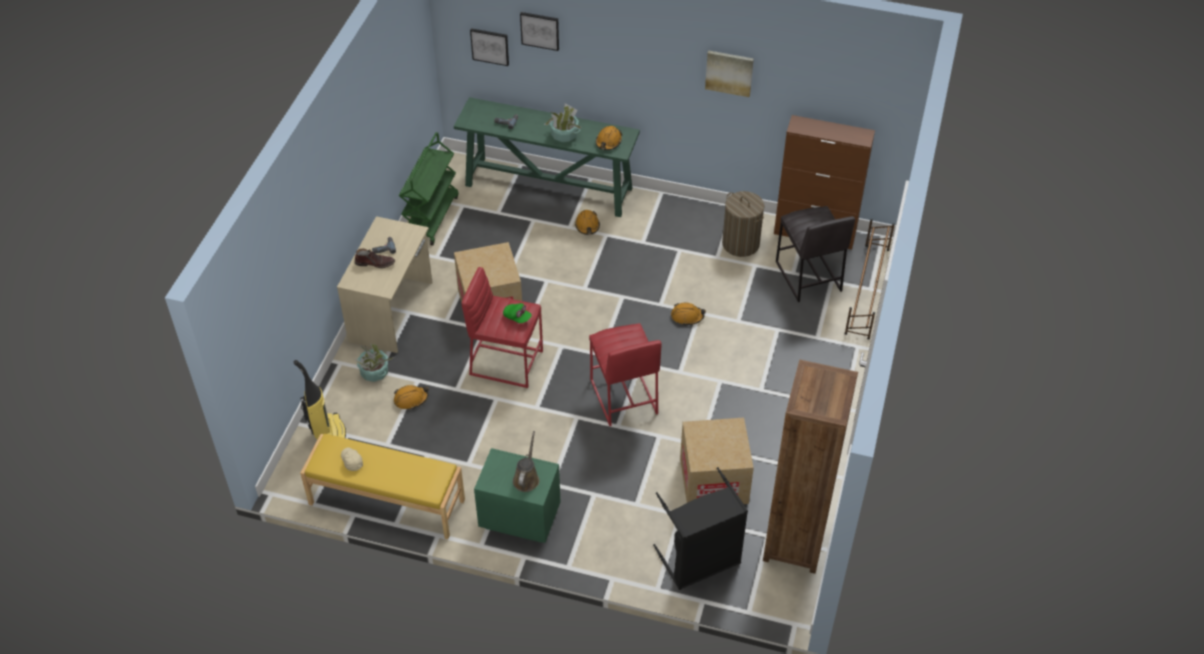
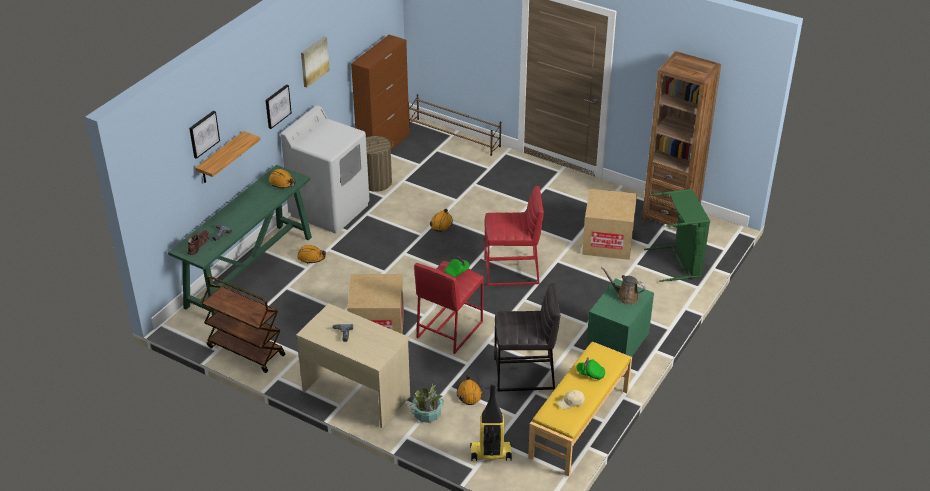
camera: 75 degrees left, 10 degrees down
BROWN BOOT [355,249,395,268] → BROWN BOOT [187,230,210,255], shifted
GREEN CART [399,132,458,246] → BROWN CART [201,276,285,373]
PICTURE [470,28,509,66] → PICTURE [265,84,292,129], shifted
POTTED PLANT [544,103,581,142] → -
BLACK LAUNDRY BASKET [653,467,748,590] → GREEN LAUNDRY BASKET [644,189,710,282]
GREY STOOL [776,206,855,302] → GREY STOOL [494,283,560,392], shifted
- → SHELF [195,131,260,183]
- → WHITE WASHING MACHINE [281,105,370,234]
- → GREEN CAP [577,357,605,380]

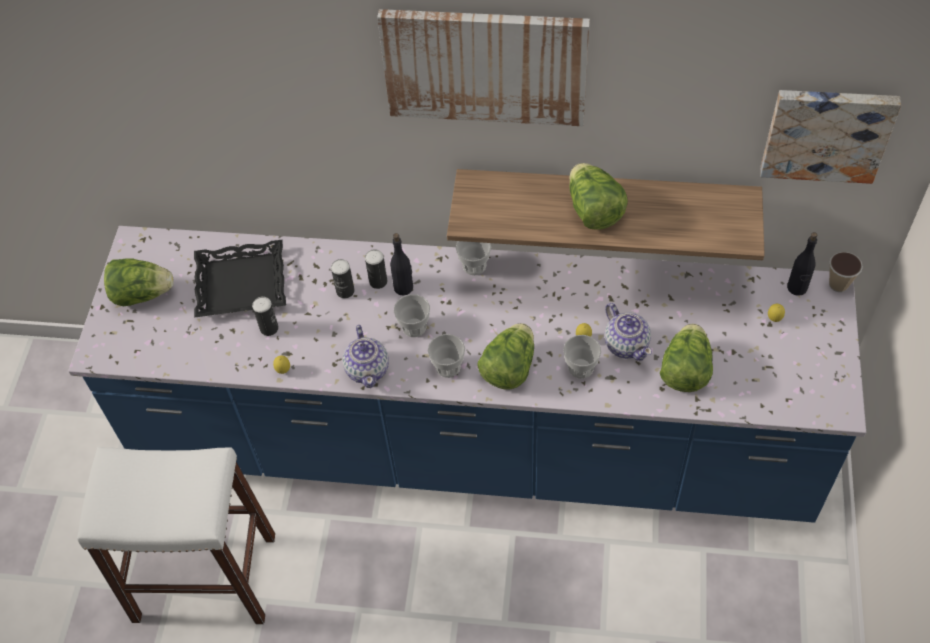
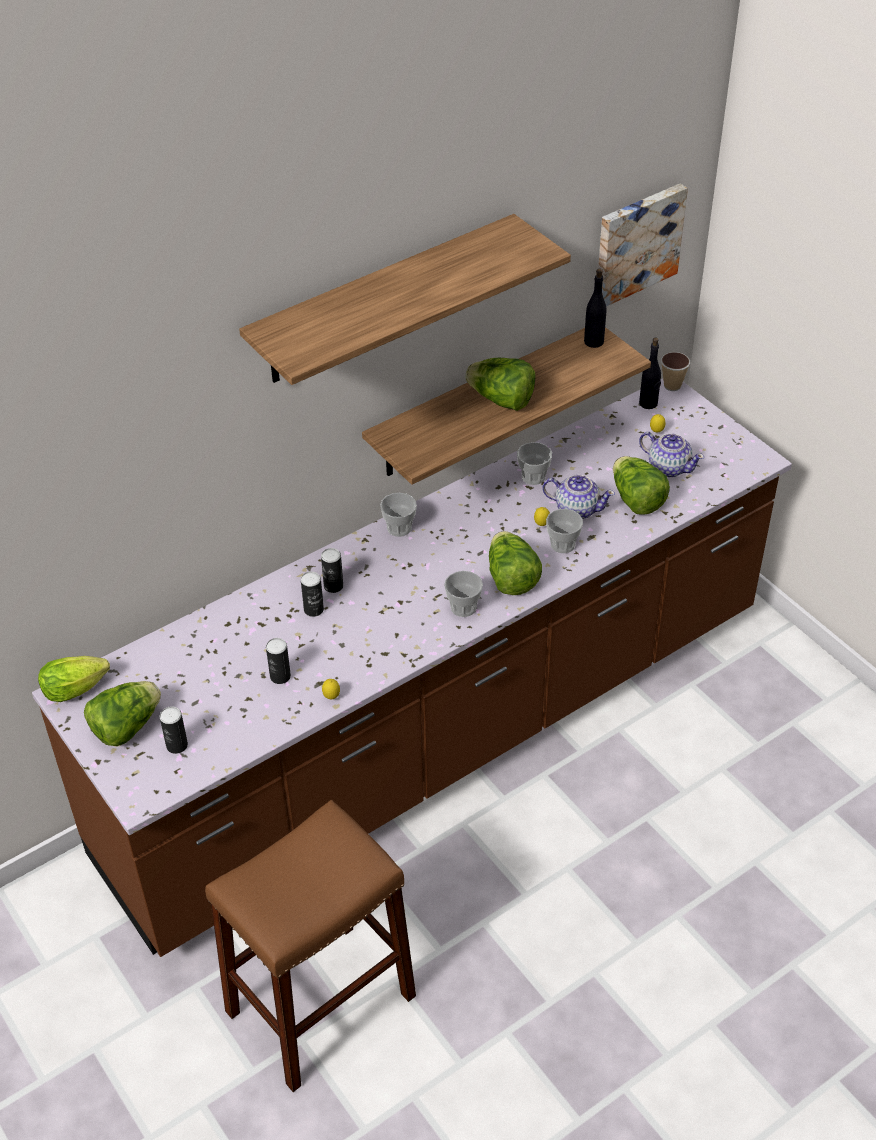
camera: 45 degrees left, 10 degrees down
BLUE COUNTER [68,226,866,523] → BROWN COUNTER [32,378,792,957]
WHITE STOOL [77,447,275,624] → BROWN STOOL [205,800,416,1092]
BLACK TRAY [194,240,286,318] → -
TEAPOT [343,325,389,388] → TEAPOT [639,432,704,477], shifted
PICTURE [377,9,590,126] → SHELF [239,214,571,385]
BLACK BOTTLE [390,233,413,295] → BLACK BOTTLE [584,269,607,348], shifted
CUP [394,294,430,337] → CUP [517,442,552,485], shifted
- → LETTUCE [38,656,110,702]
- → CAN [160,706,188,754]

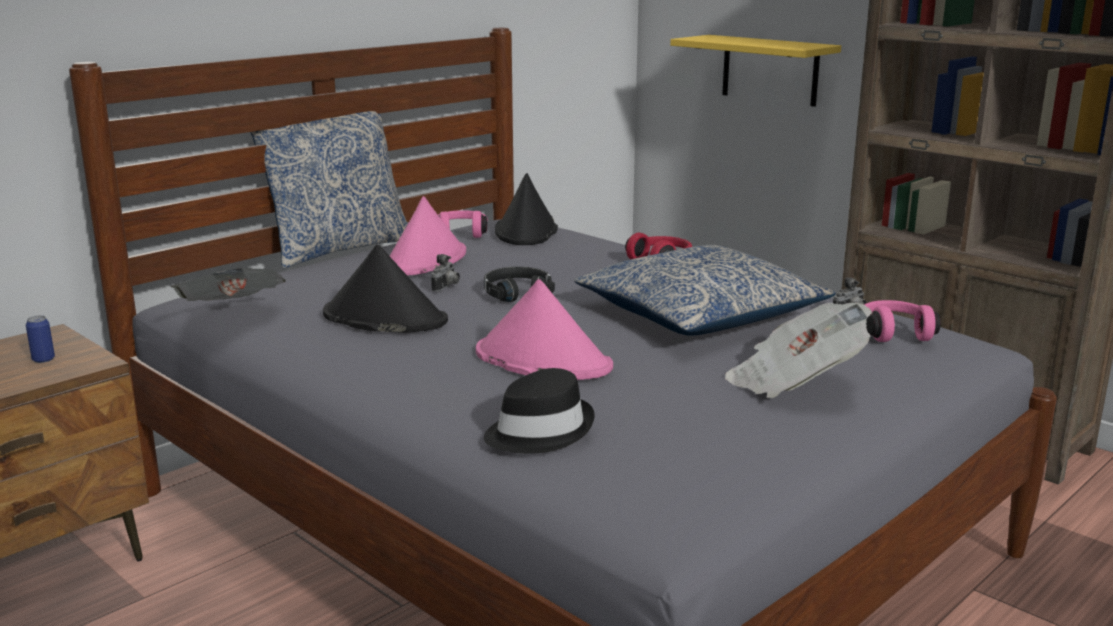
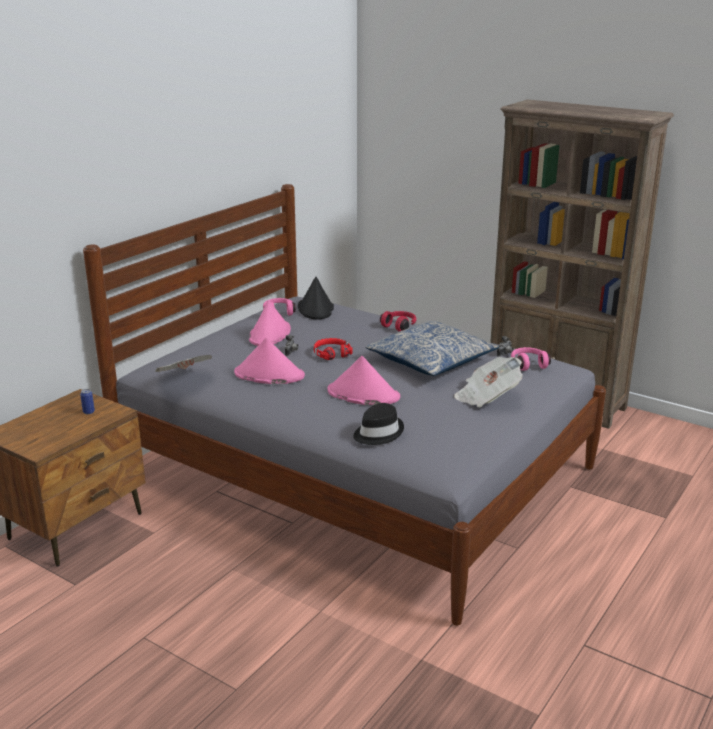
camera: 10 degrees left, 5 degrees up
PILLOW [250,111,408,269] → -
BLACK HAT [323,244,448,333] → PINK HAT [234,338,305,384]
BLACK HEADPHONES [484,267,555,302] → RED HEADPHONES [314,338,353,360]
YELLOW SHELF [670,35,841,107] → -

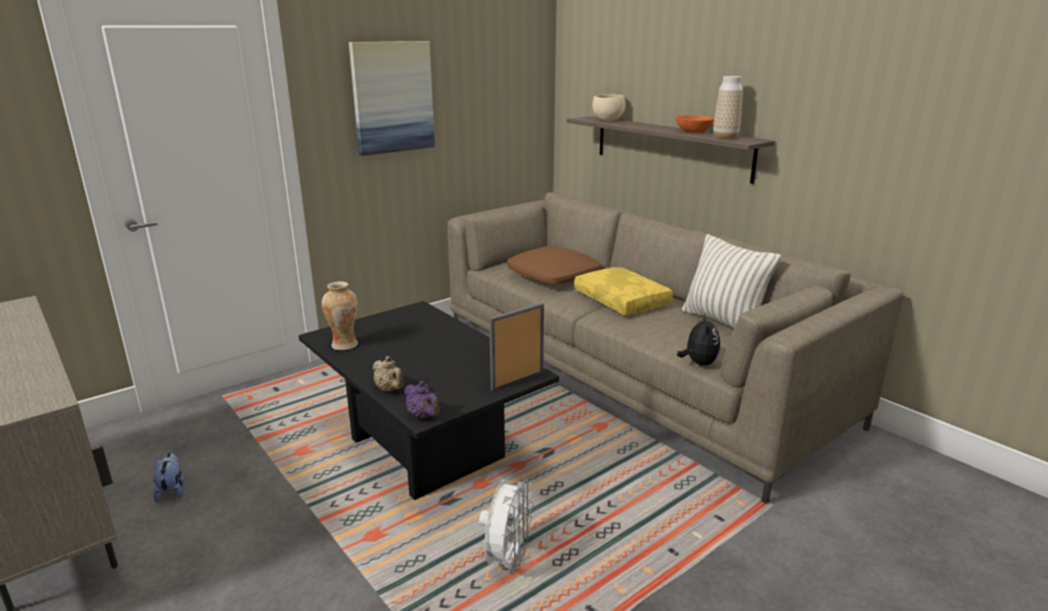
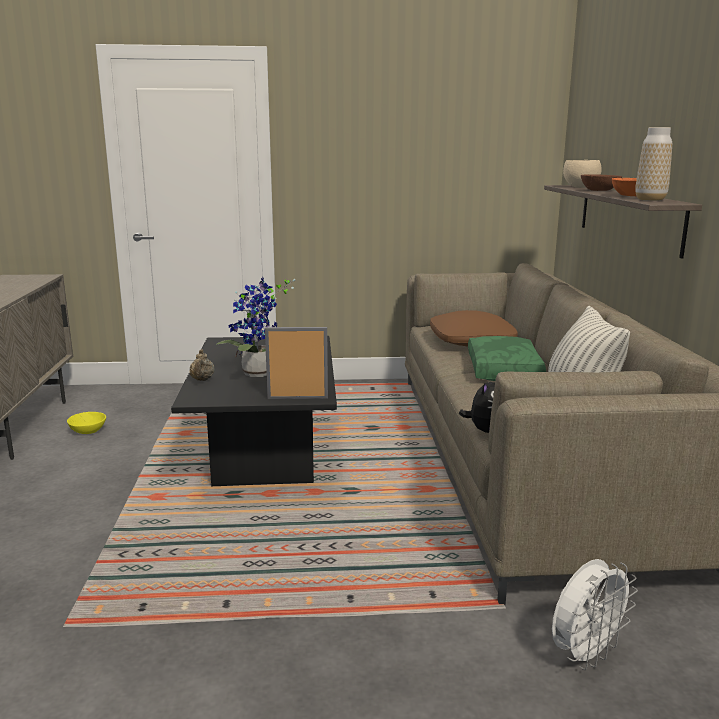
camera: 35 degrees right, 5 degrees down
PLUSH TOY [153,453,184,503] → YELLOW BOWL [67,412,106,434]
VASE [322,282,358,350] → -
PICTURE [349,41,435,156] → -
PURPLE TEAPOT [404,381,439,419] → -
WHITE FAN [479,477,534,574] → WHITE FAN [552,559,638,670], shifted
YELLOW PILLOW [574,267,673,315] → GREEN PILLOW [468,336,546,381]
- → POTTED PLANT [216,276,295,377]
- → BROWN BOWL [581,174,622,191]

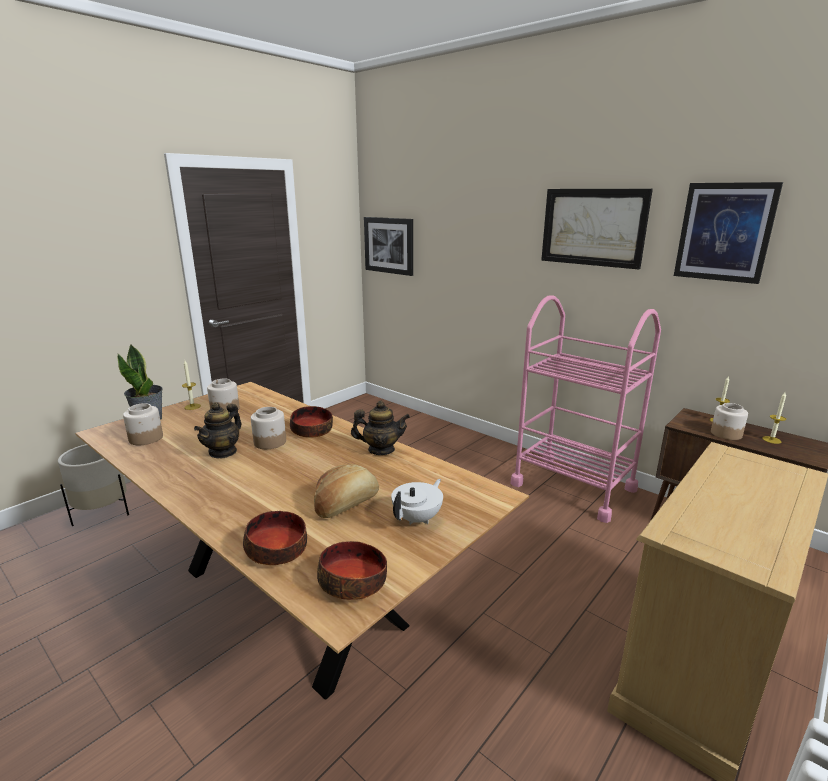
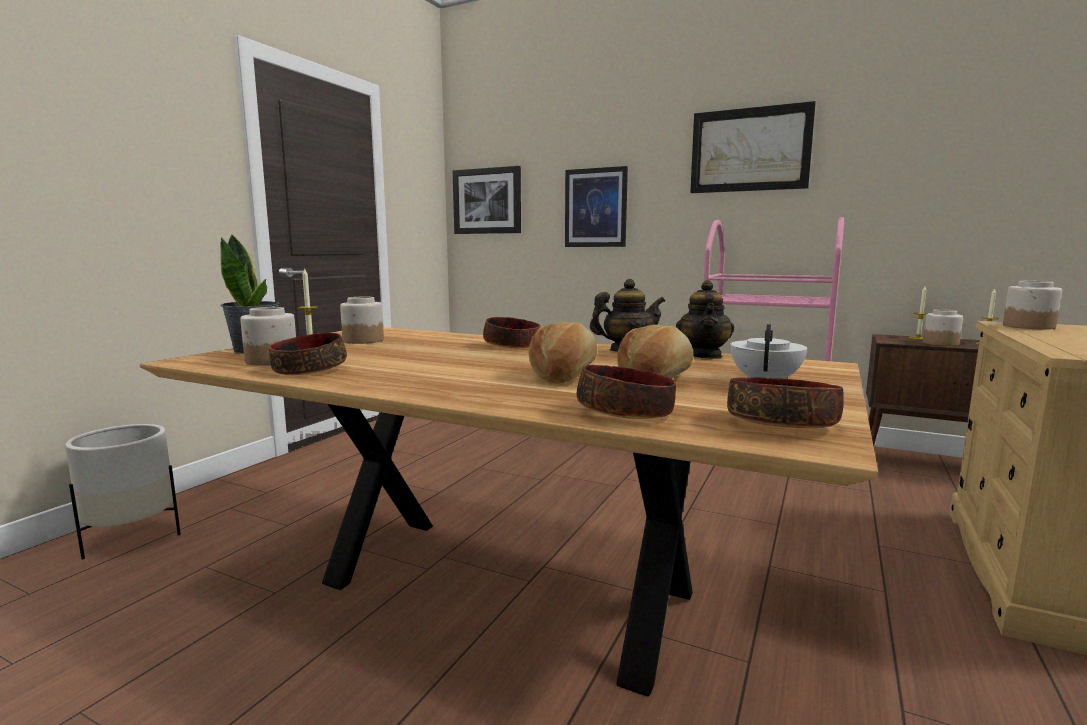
camera: 15 degrees left, 10 degrees down
TEAPOT [194,402,242,458] → TEAPOT [676,280,734,359], shifted
JAR [251,407,286,449] → JAR [1003,281,1062,330], shifted
PICTURE [674,182,783,284] → PICTURE [565,166,628,247], shifted
- → BOWL [269,333,347,375]
- → BREAD [528,322,597,384]

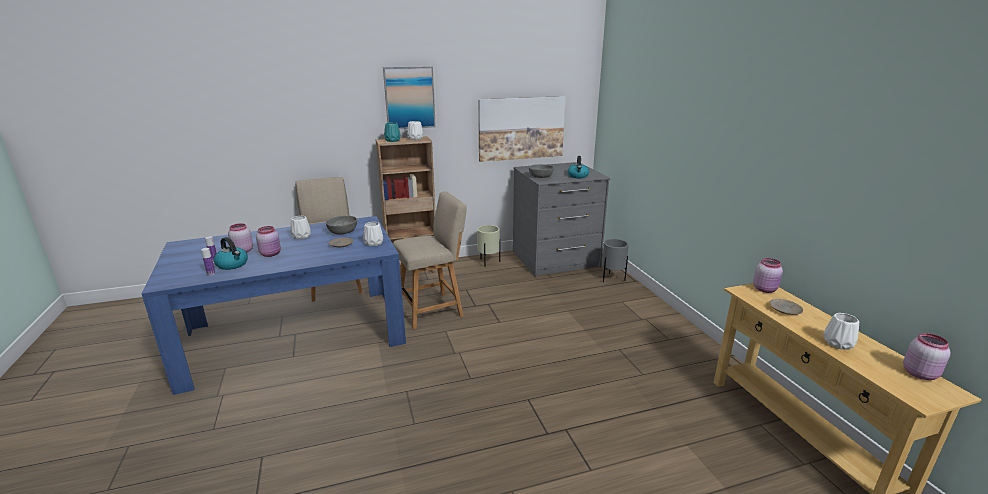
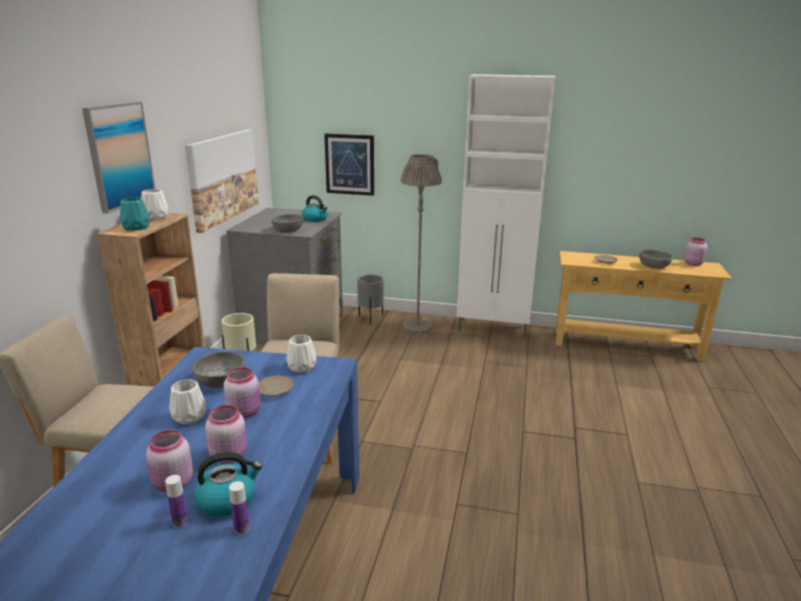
camera: 60 degrees left, 0 degrees up
PINK JAR [753,258,783,293] → PINK JAR [224,367,261,418], shifted
WHITE VASE [823,313,859,350] → GREY BOWL [639,249,673,269]
- → PICTURE [324,134,374,196]
- → GREY FLOOR LAMP [400,154,442,333]
- → WHITE CABINET [457,74,555,338]

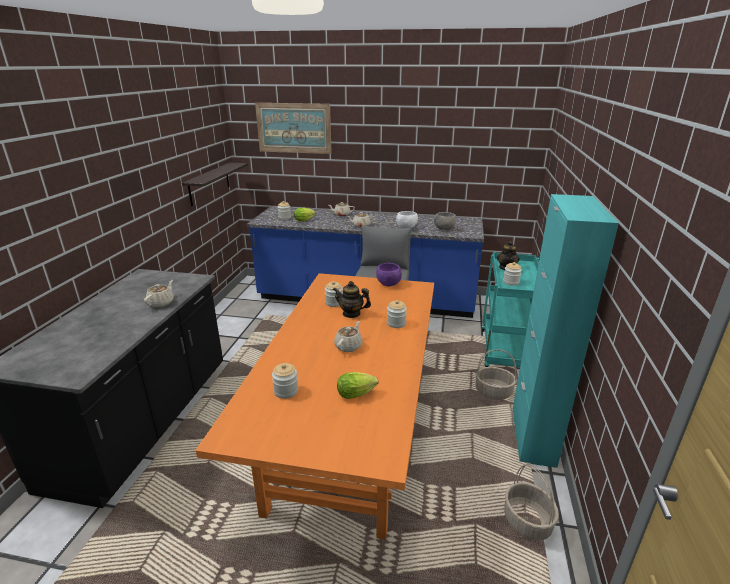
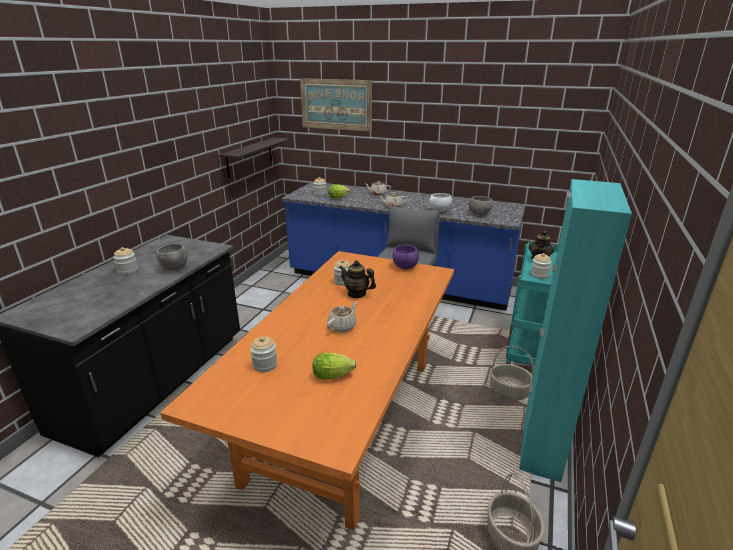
camera: 10 degrees right, 0 degrees up
BEIGE TEAPOT [144,280,174,307] → GREY BOWL [156,243,188,270]
JAR [387,300,407,328] → JAR [114,247,138,275], shifted

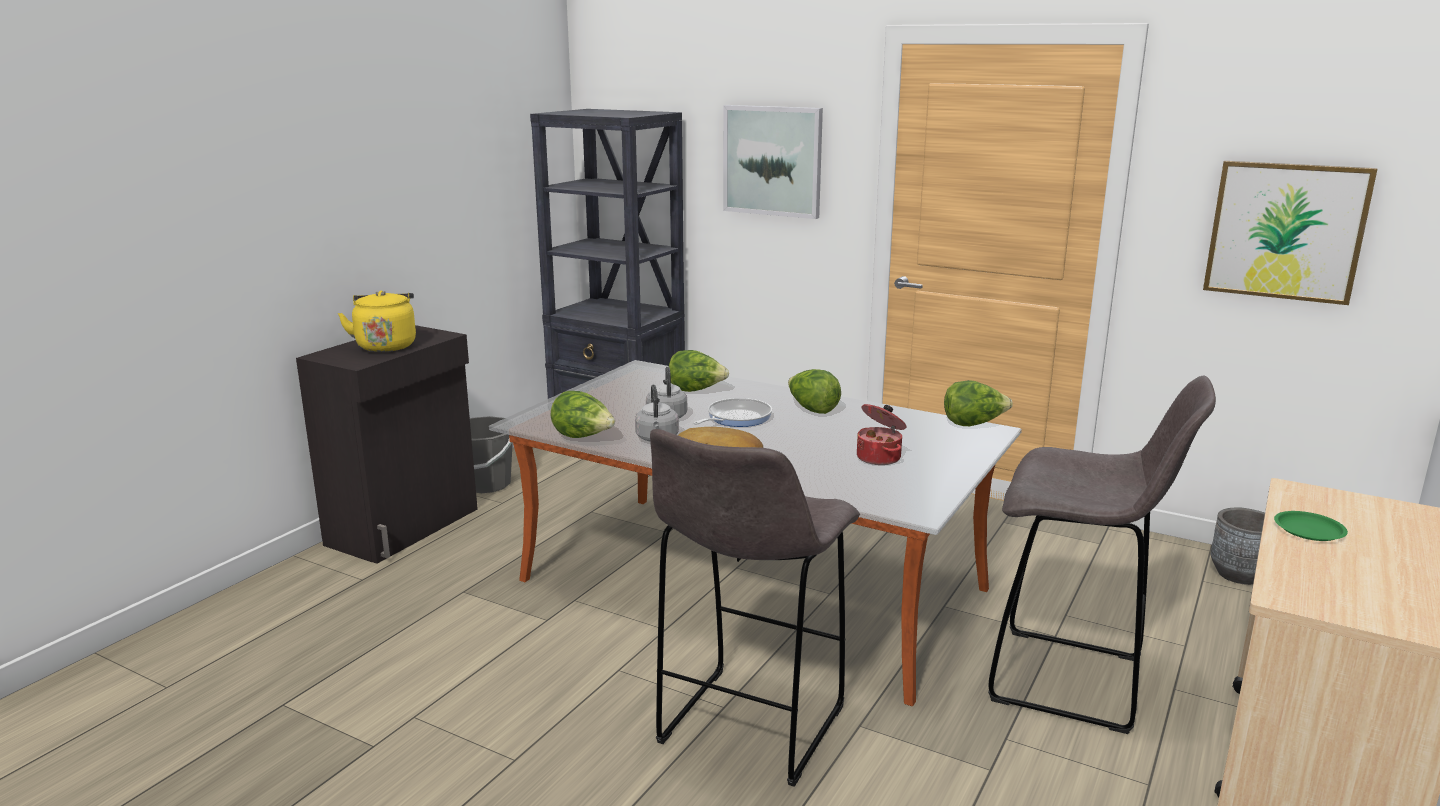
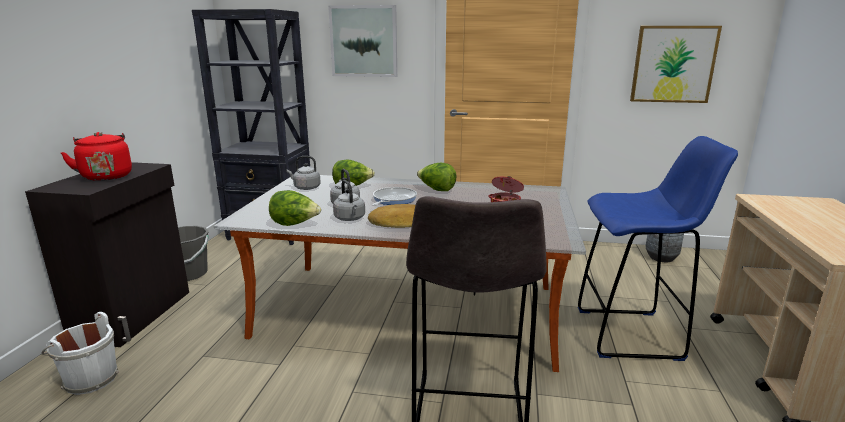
camera: 20 degrees left, 0 degrees up
YELLOW KETTLE [338,291,416,352] → RED KETTLE [60,132,132,181]
LETTUCE [944,380,1013,426] → -
GREY STOOL [988,376,1216,734] → BLUE STOOL [578,136,738,361]
GREEN PLATE [1274,511,1348,541] → -
- → WHITE BUCKET [42,312,119,395]
- → GREY KETTLE [287,156,321,190]

